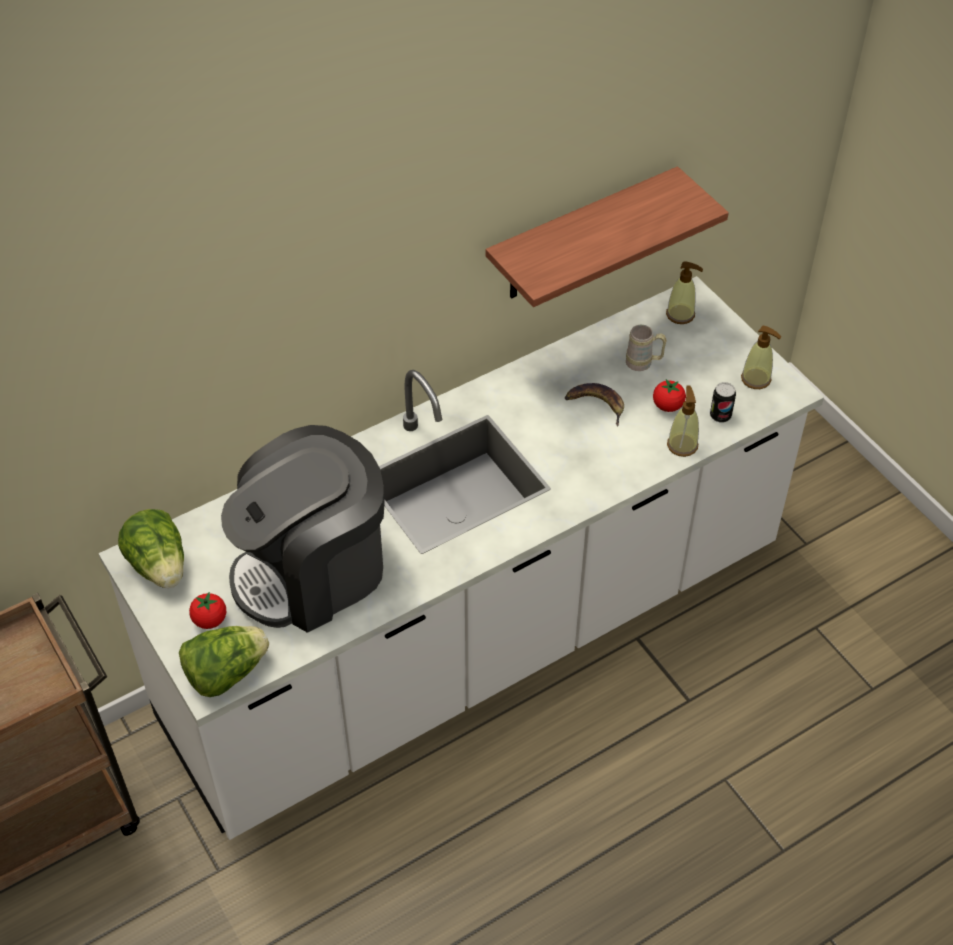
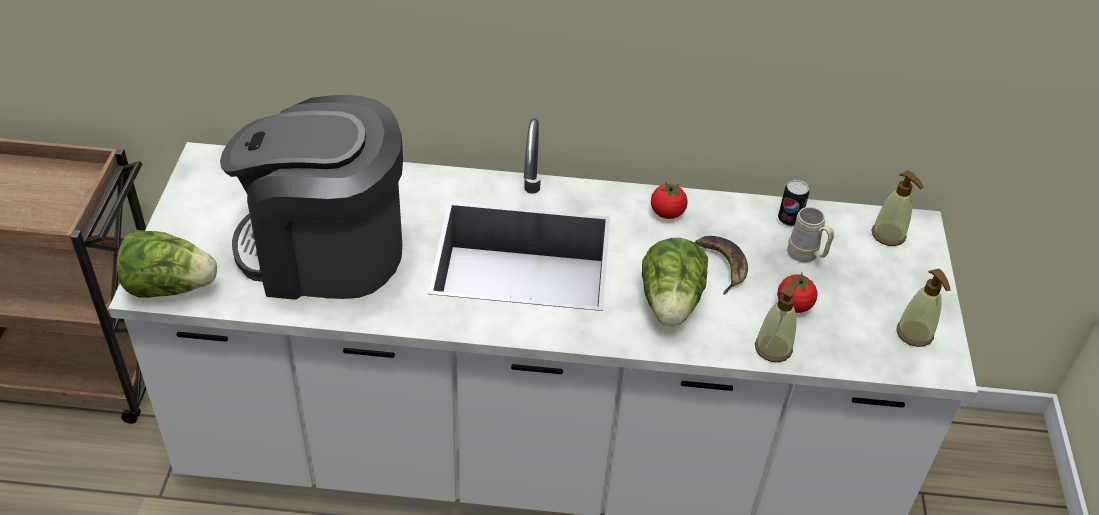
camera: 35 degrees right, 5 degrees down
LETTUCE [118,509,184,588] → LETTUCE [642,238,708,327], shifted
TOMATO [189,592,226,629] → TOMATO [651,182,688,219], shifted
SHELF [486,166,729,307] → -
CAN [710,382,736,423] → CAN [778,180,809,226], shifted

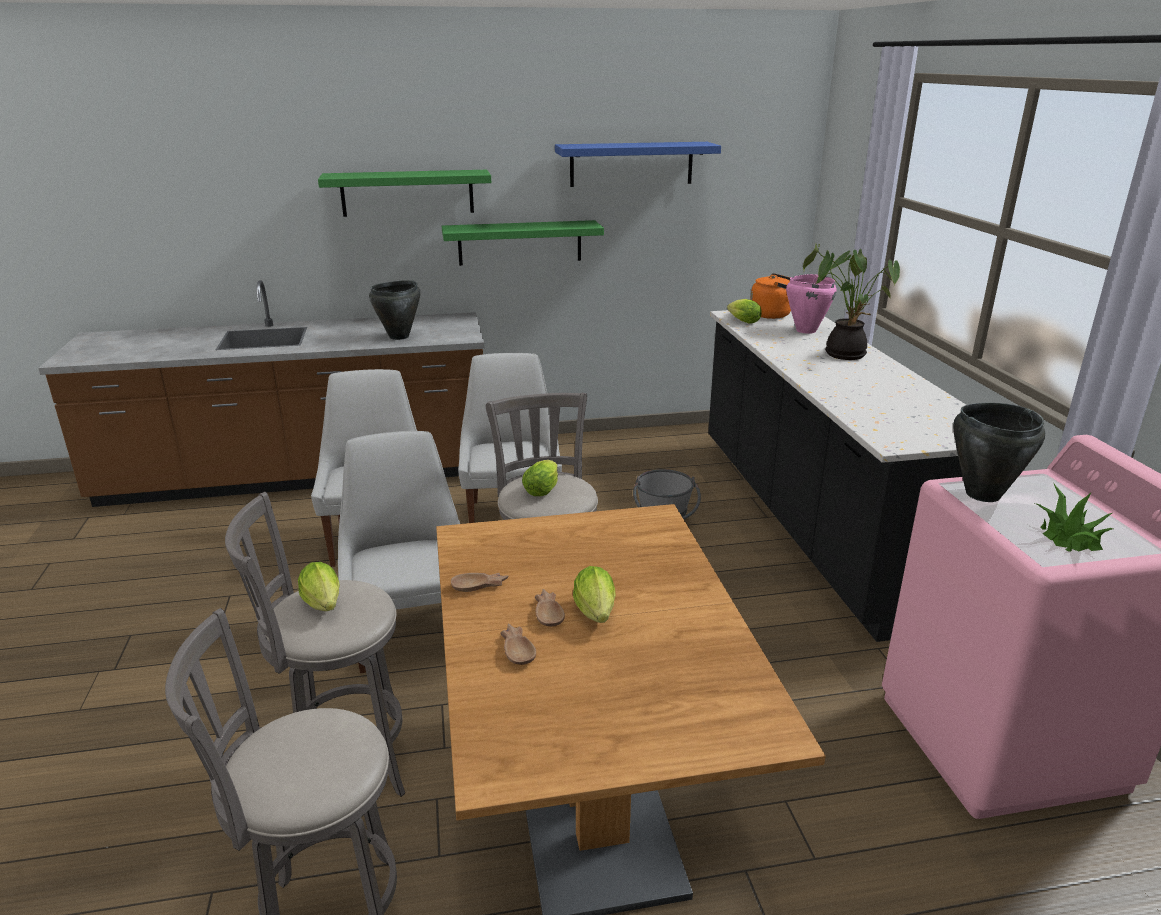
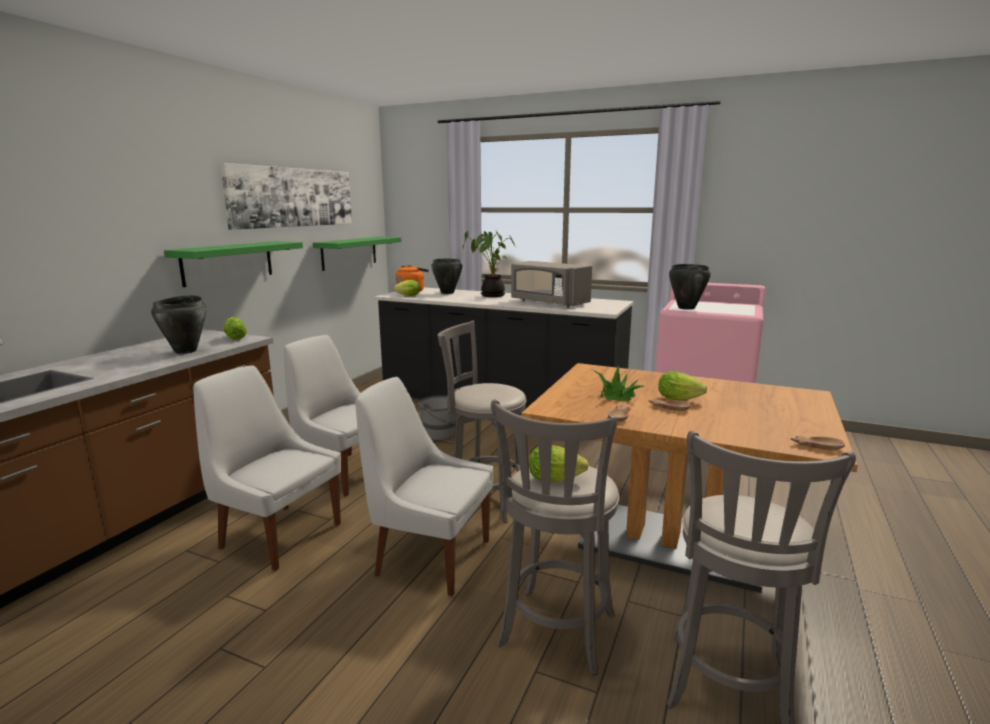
camera: 55 degrees left, 10 degrees down
GREEN SHELF [318,170,491,217] → GREEN SHELF [313,237,401,271], shifted
BROWN BOWL [500,624,536,665] → BROWN BOWL [791,436,845,450], shifted
LETTUCE [522,460,558,496] → LETTUCE [223,317,247,340], shifted
BLUE SHELF [555,142,721,187] → PICTURE [220,163,352,230]
PINK COOKING POT [786,274,837,334] → BLACK COOKING POT [431,258,462,294]
POTTED PLANT [1035,484,1113,552] → POTTED PLANT [593,364,646,402], shifted
- → GREY MICROWAVE [511,261,592,308]

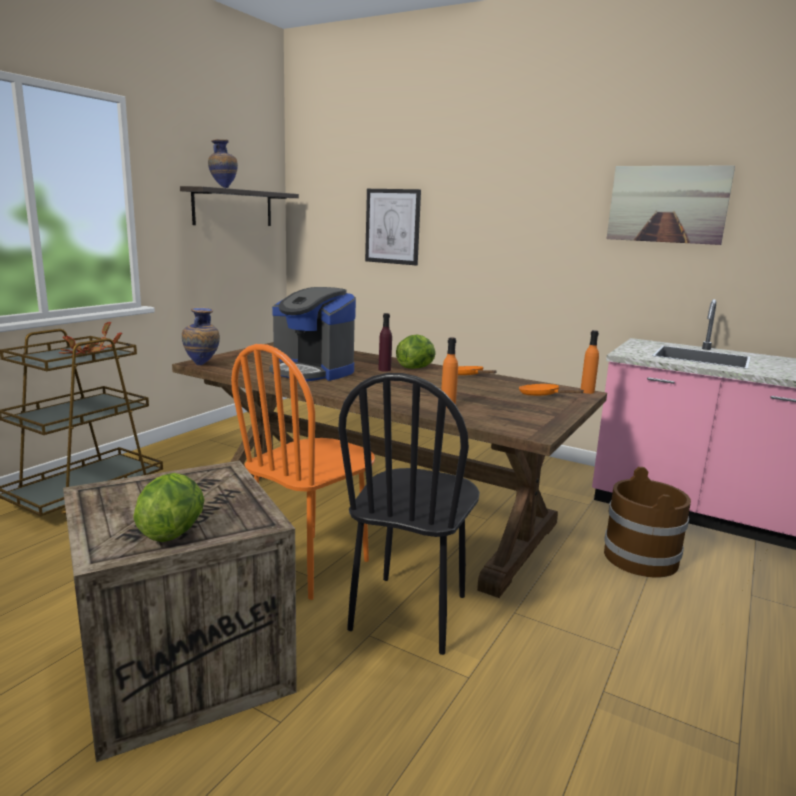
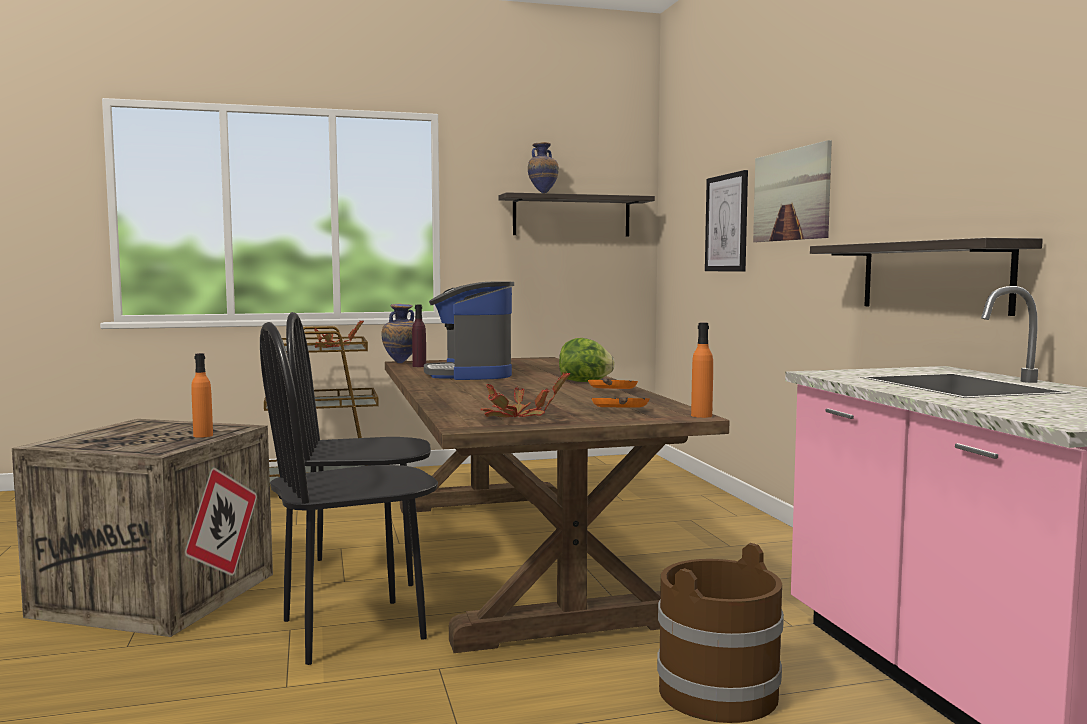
camera: 45 degrees right, 10 degrees down
LETTUCE [133,473,204,542] → -
ORANGE CHAIR [231,344,375,600] → BLACK CHAIR [286,312,431,586]
PURPLE BOTTLE [378,313,392,372] → PURPLE BOTTLE [412,305,426,367], shifted
ORANGE BOTTLE [441,337,458,408] → ORANGE BOTTLE [191,353,213,438], shifted
PICTURE [607,165,735,245] → PICTURE [753,140,832,242], shifted
- → POTTED PLANT [481,373,570,417]
- → SHELF [810,238,1043,316]

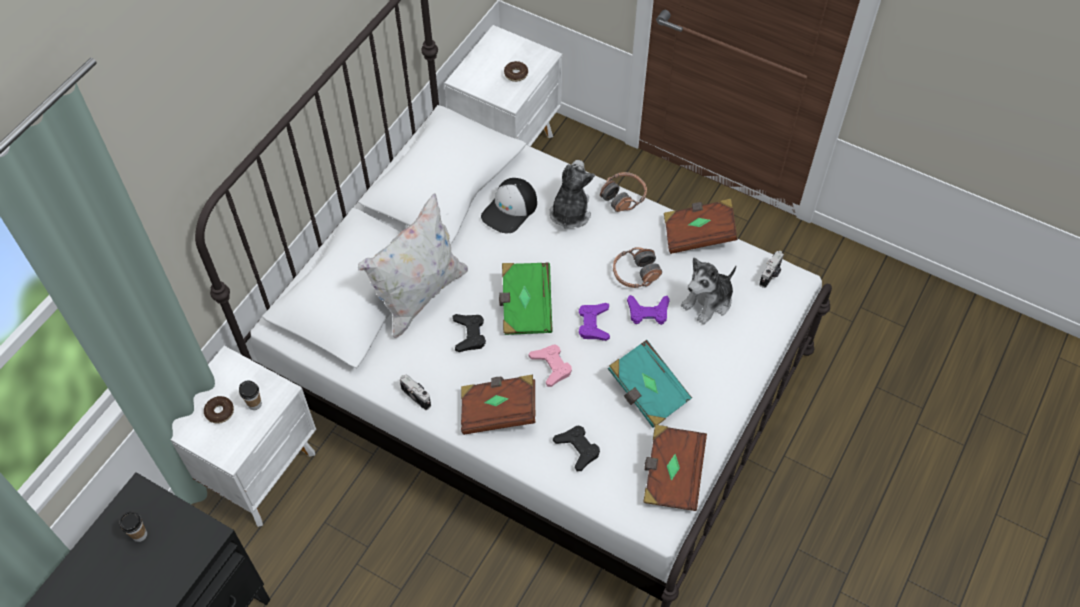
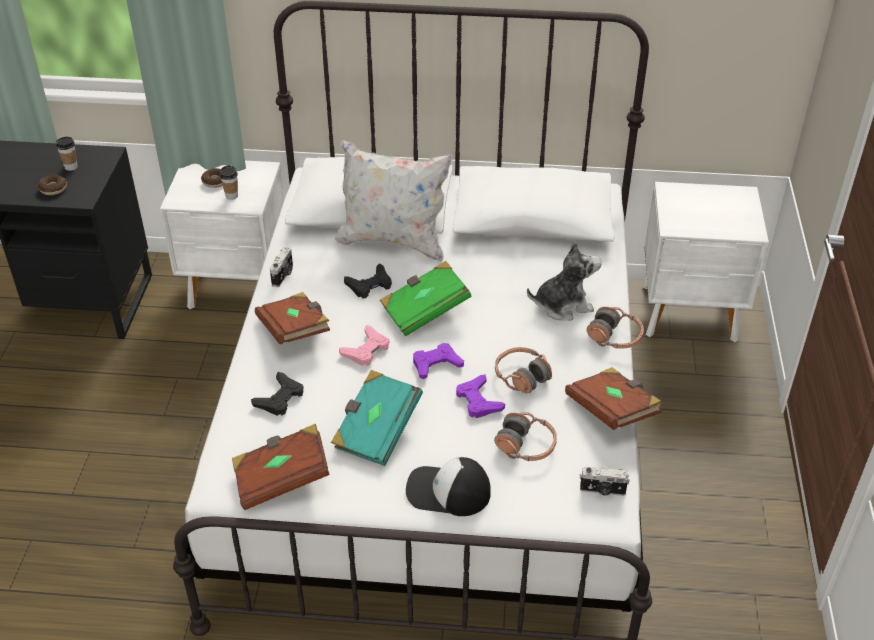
camera: 65 degrees right, 15 degrees down
CAP [481,178,537,233] → CAP [406,457,491,516], shifted
DONUT [504,61,528,82] → DONUT [38,175,67,195], shifted
PLUSH TOY [681,257,736,325] → HEADPHONES [494,412,557,461]

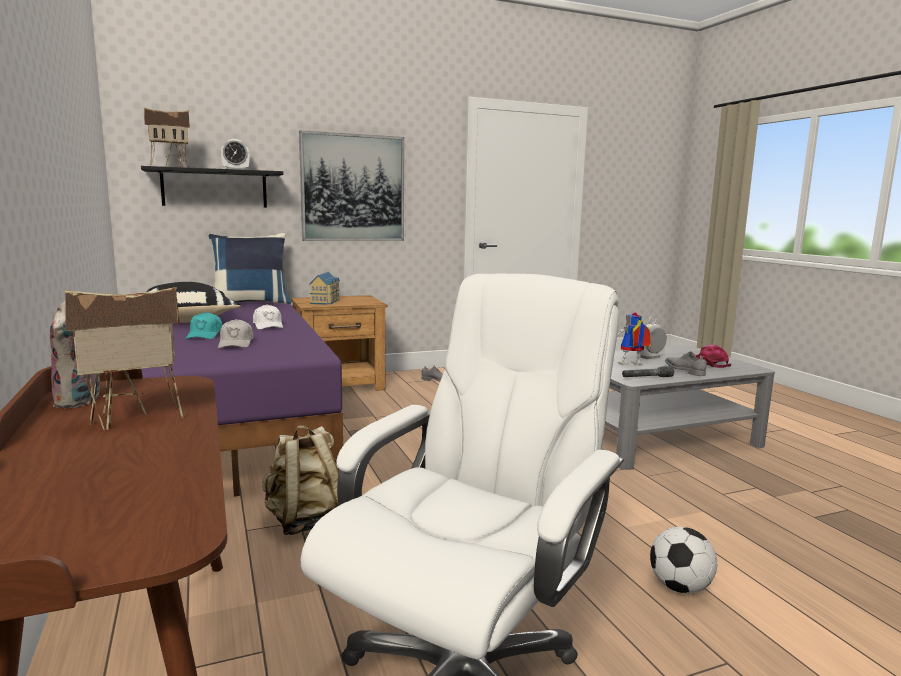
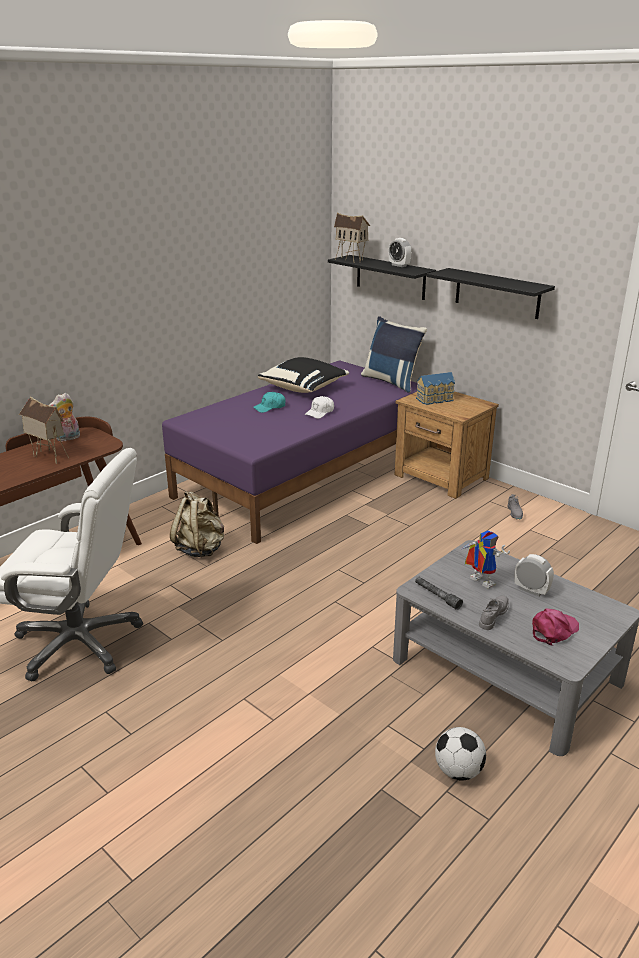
camera: 65 degrees right, 15 degrees up
WHITE CAP [218,319,254,348] → -
PICTURE [299,131,404,241] → BLACK SHELF [427,268,555,319]
FOOTBALL [650,527,717,594] → FOOTBALL [435,727,486,780], shifted

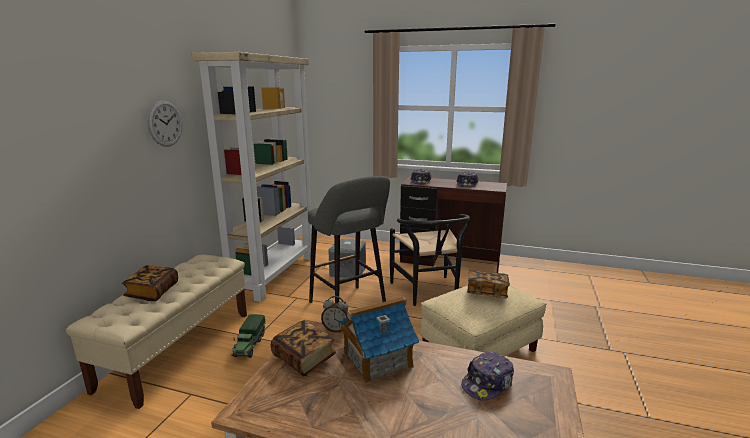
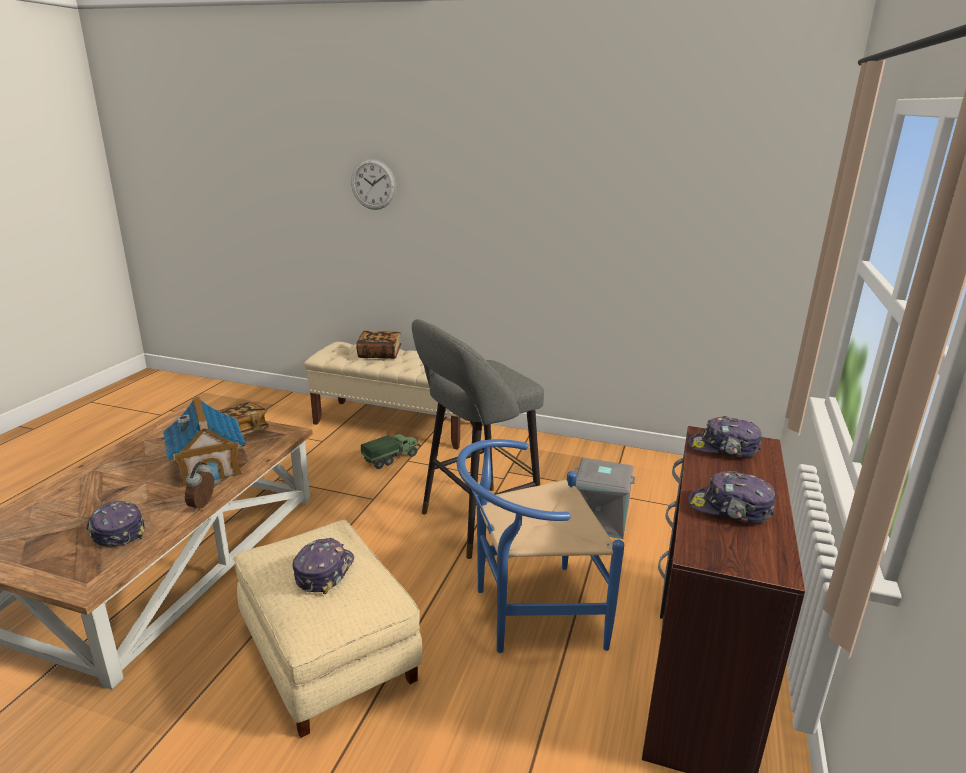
camera: 90 degrees right, 5 degrees up
WALL CLOCK [147,100,183,147] → WALL CLOCK [351,159,396,210], shifted
BEIGE BOOKCASE [192,52,312,302] → -
TOY TRUCK [231,314,265,358] → TOY TRUCK [361,433,421,469], 135 degrees clockwise
ALARM CLOCK [321,296,348,332] → ALARM CLOCK [185,462,214,511], shifted
BLACK CHAIR [390,214,470,306] → BLUE CHAIR [457,439,624,653]
BOOK [467,270,510,298] → CAP [292,538,354,594]

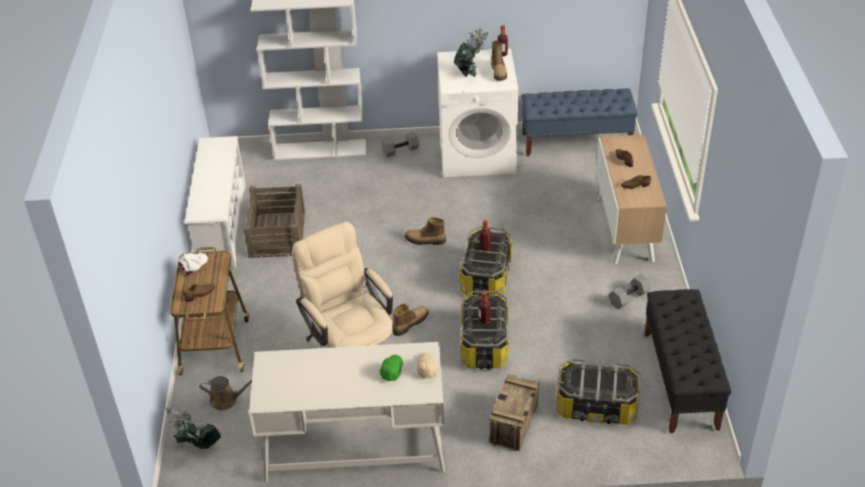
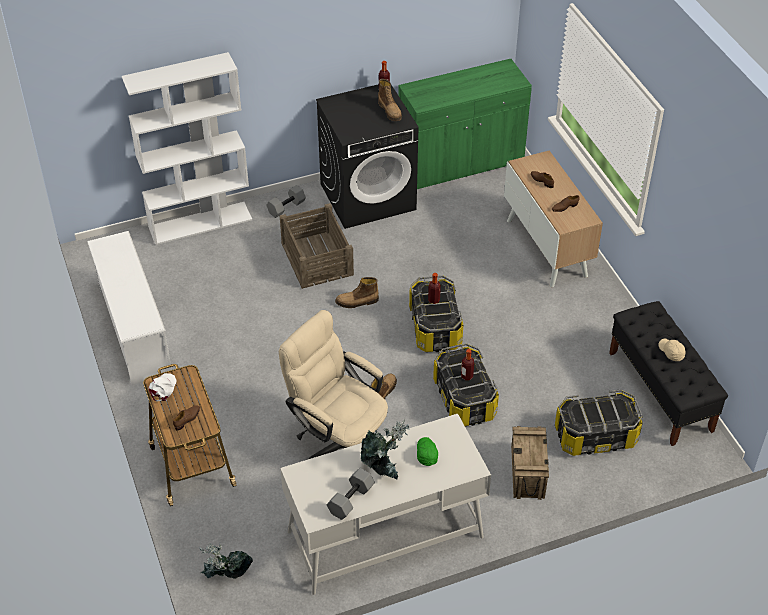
camera: 20 degrees left, 5 degrees up
BROWN WATERING CAN [199,376,252,411] → -
CRATE [243,184,305,258] → CRATE [280,203,354,289], shifted
BEIGE CAP [417,352,438,378] → BEIGE CAP [658,338,686,361], shifted
WHITE WASHING MACHINE [437,49,518,177] → BLACK WASHING MACHINE [316,84,418,229]
POTTED PLANT [454,28,489,77] → POTTED PLANT [361,419,410,480], shifted
BLUE BENCH [521,88,638,156] → GREEN CABINET [398,59,532,189]
GREY DUMBBELL [609,274,651,309] → GREY DUMBBELL [327,468,375,520], shifted

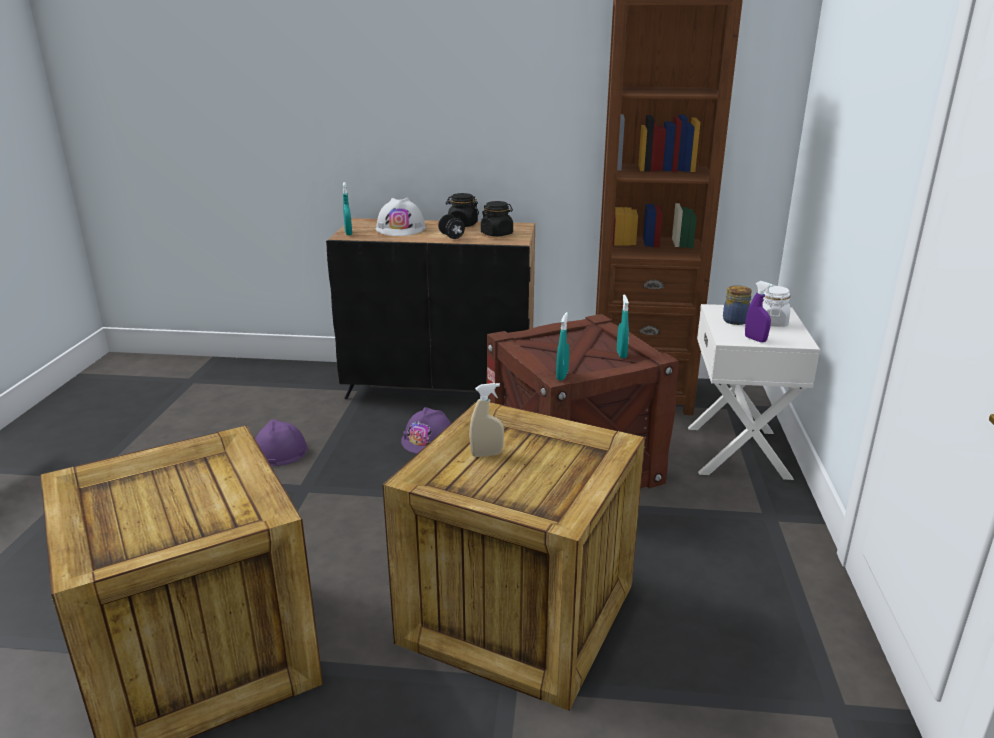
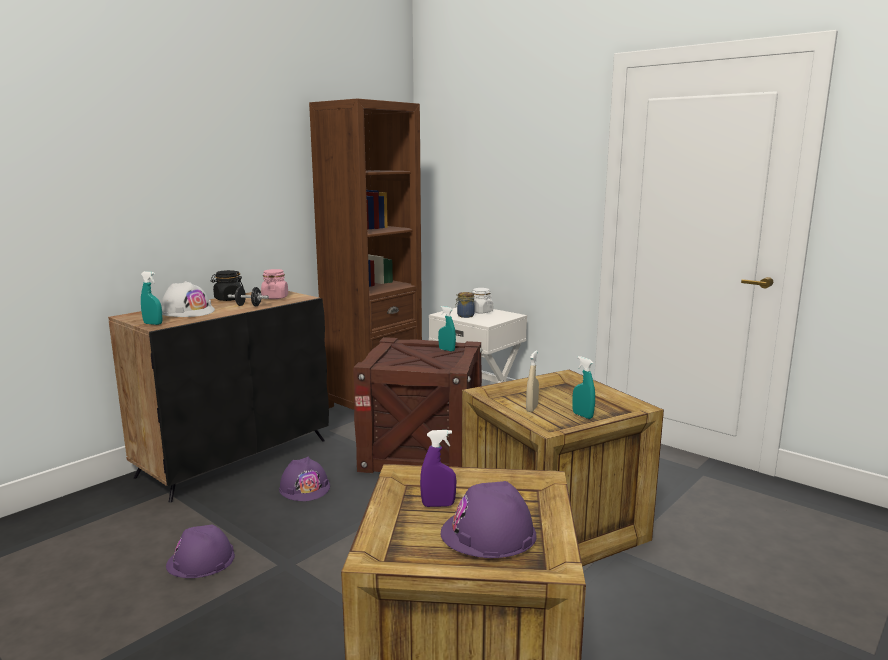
camera: 55 degrees left, 10 degrees down
BLACK JAR [481,201,513,237] → PINK JAR [261,269,288,299]
TURQUOISE SPRAY BOTTLE [556,312,569,381] → TURQUOISE SPRAY BOTTLE [572,356,595,419], shifted
PURPLE SPRAY BOTTLE [745,281,774,342] → PURPLE SPRAY BOTTLE [420,430,457,507], shifted
- → PURPLE HARD HAT [441,481,537,558]

